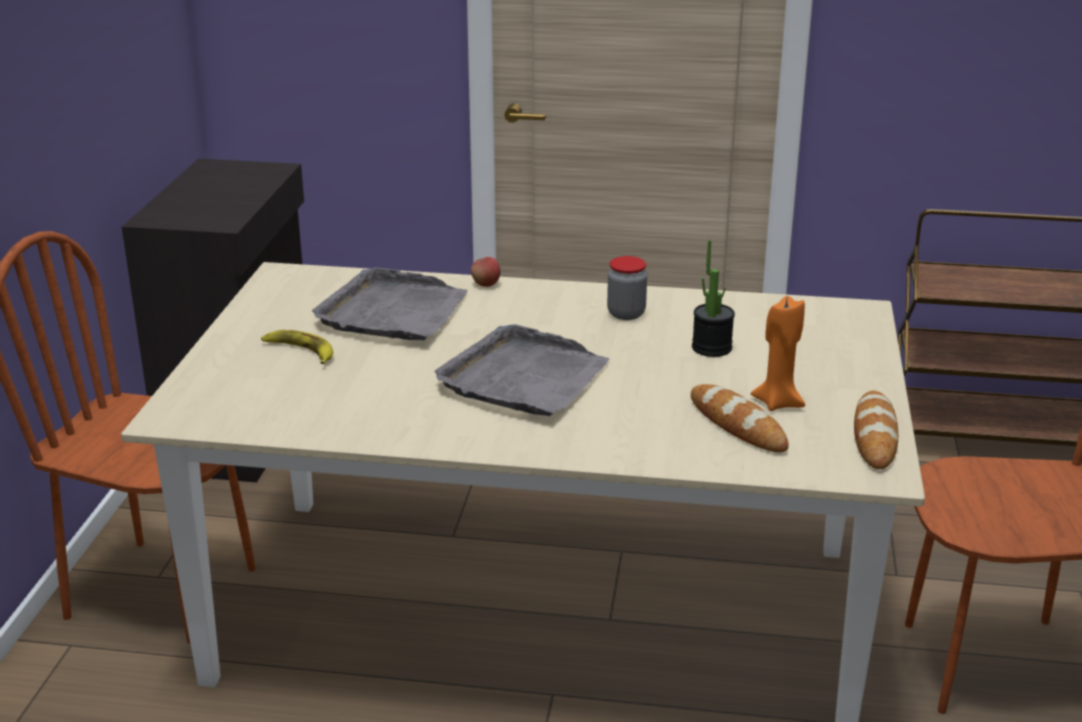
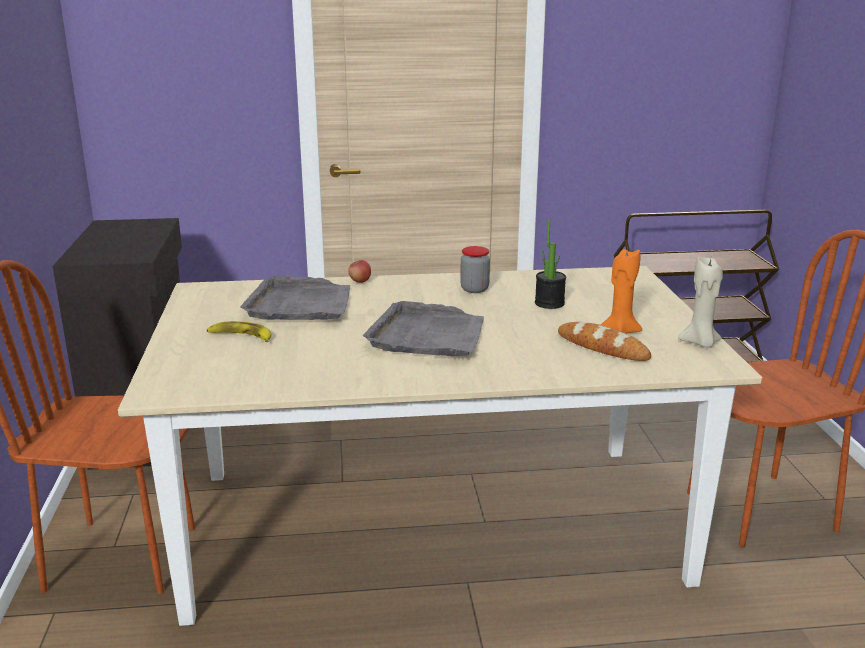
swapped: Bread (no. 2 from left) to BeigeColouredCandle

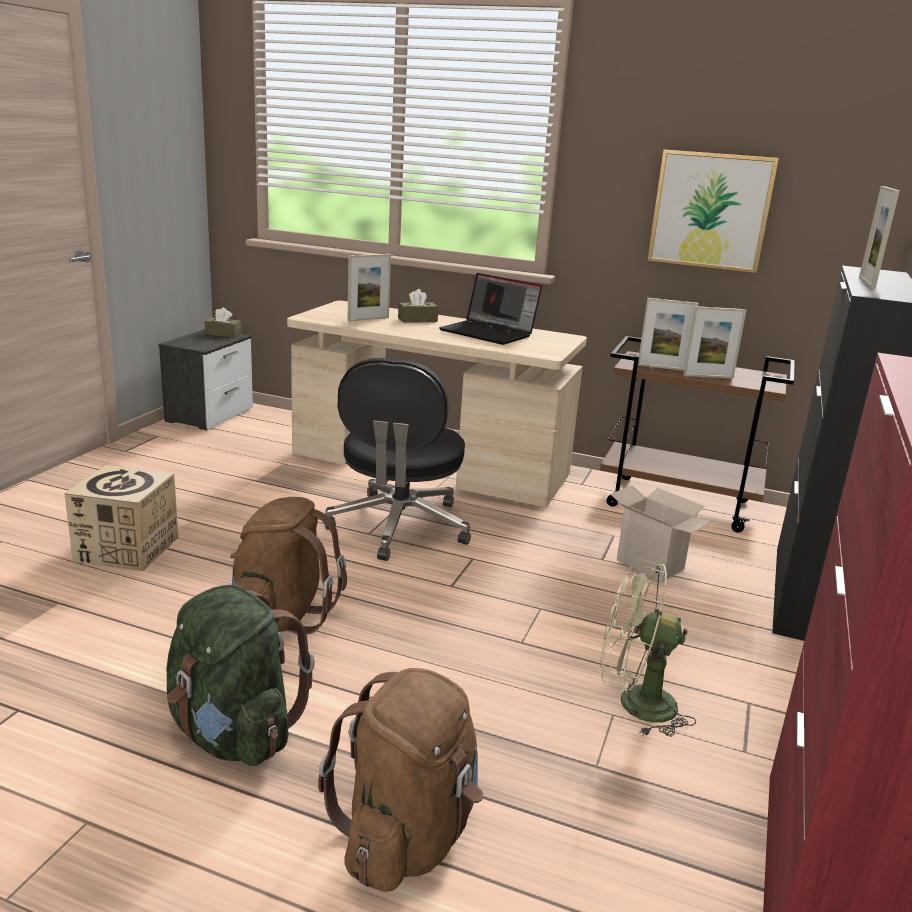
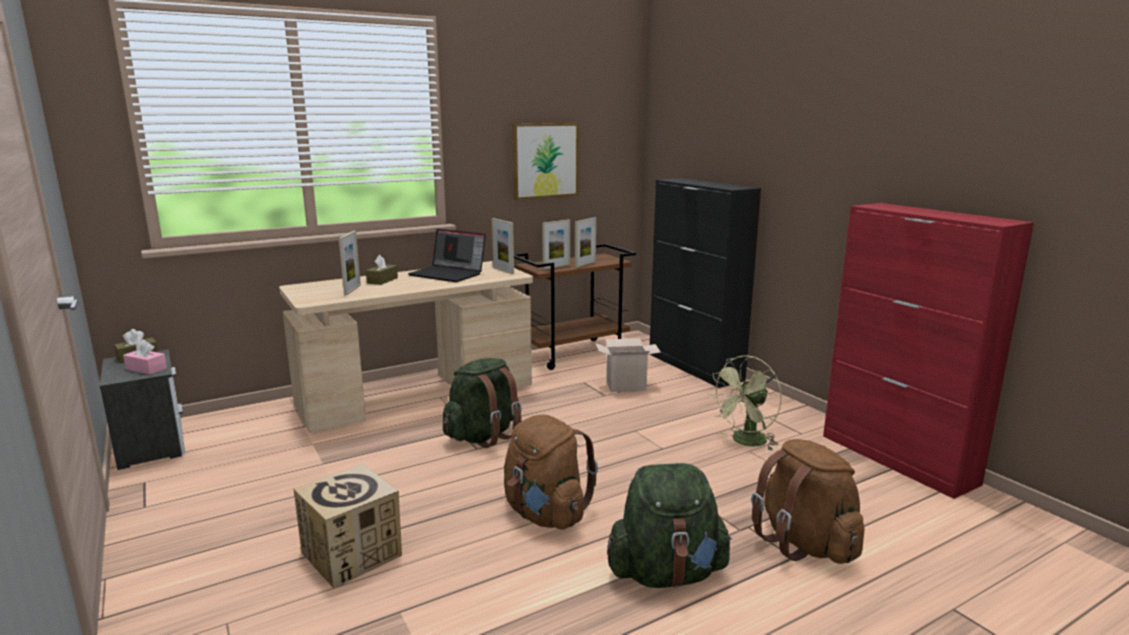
new: PinkColouredBoxOfTissues
shifted: PictureFrame (no. 4 from left in the first image) to PictureFrame (no. 2 from left)
swapped: BlackColouredOfficeChair to GreenKnapsack (no. 1 from left)
rotated: NotebookComputer 45 degrees clockwise

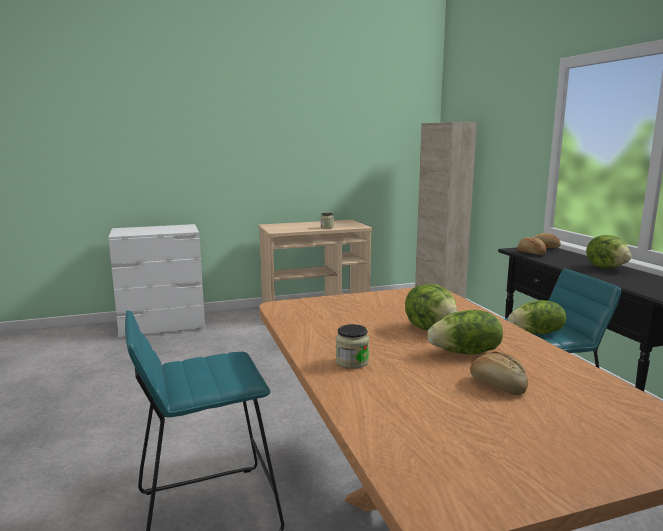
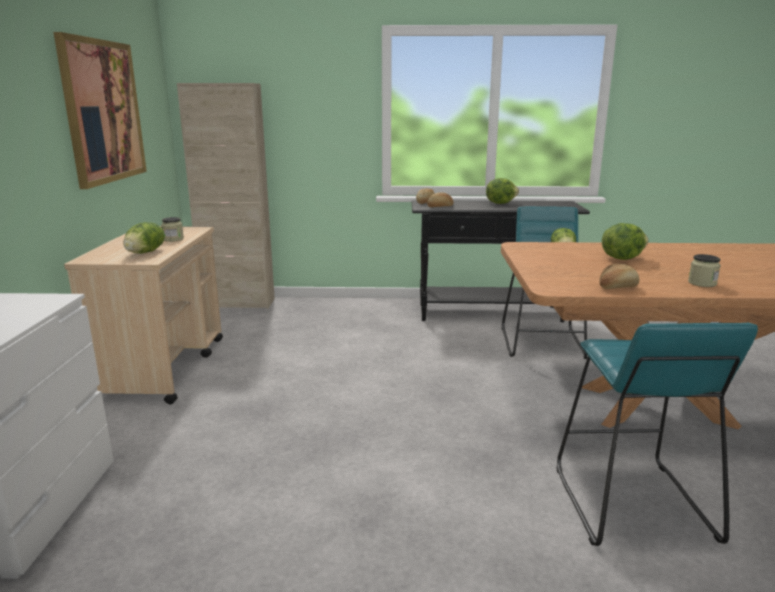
new: WallArt
shifted: LettuceHead (no. 2 from left in the first image) to LettuceHead (no. 1 from left); Bread (no. 1 from left in the first image) to Bread (no. 3 from left)

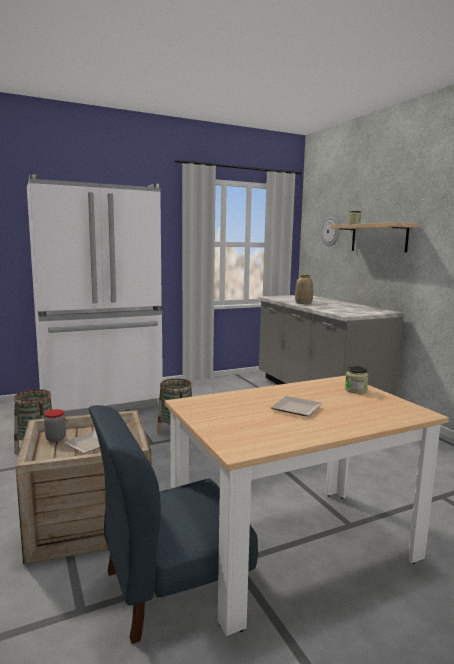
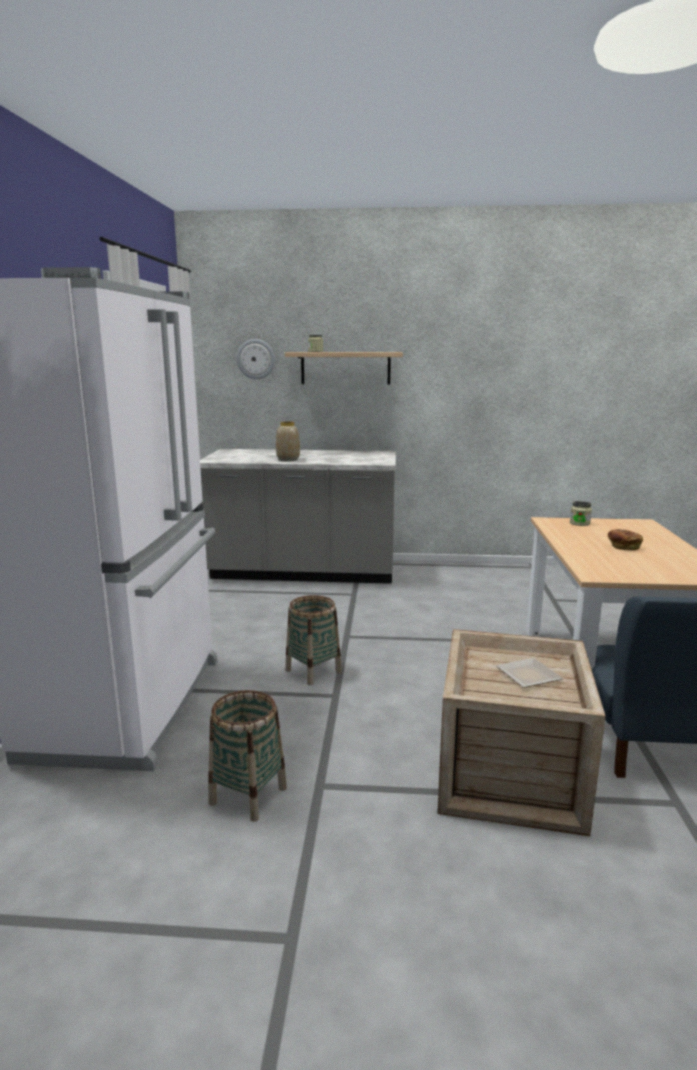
gone: PreserveJar (no. 1 from left)
swapped: DinnerPlate (no. 2 from left) to Bread

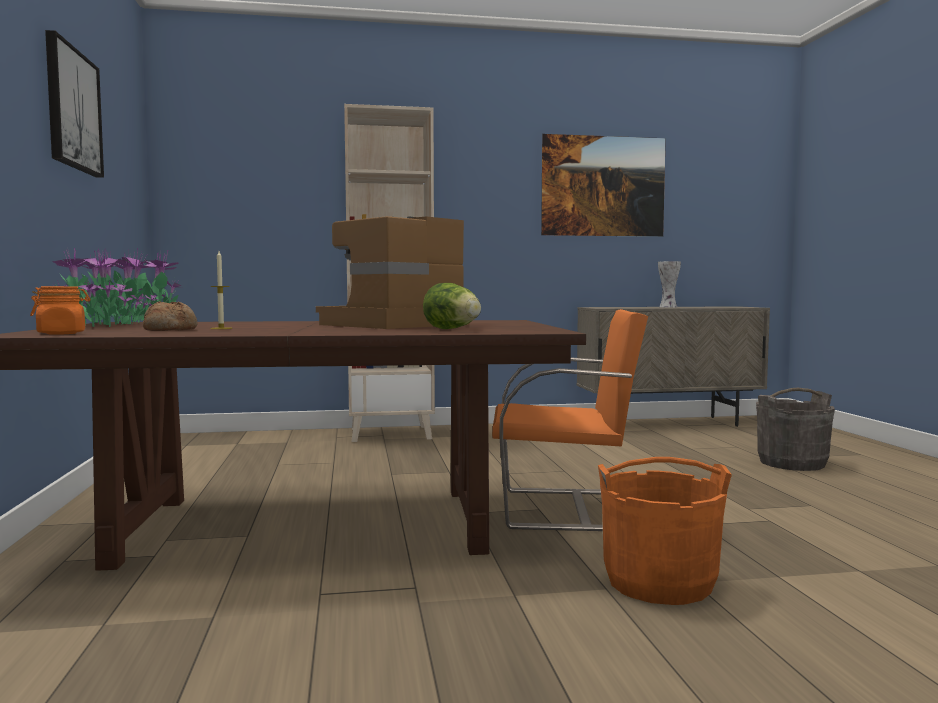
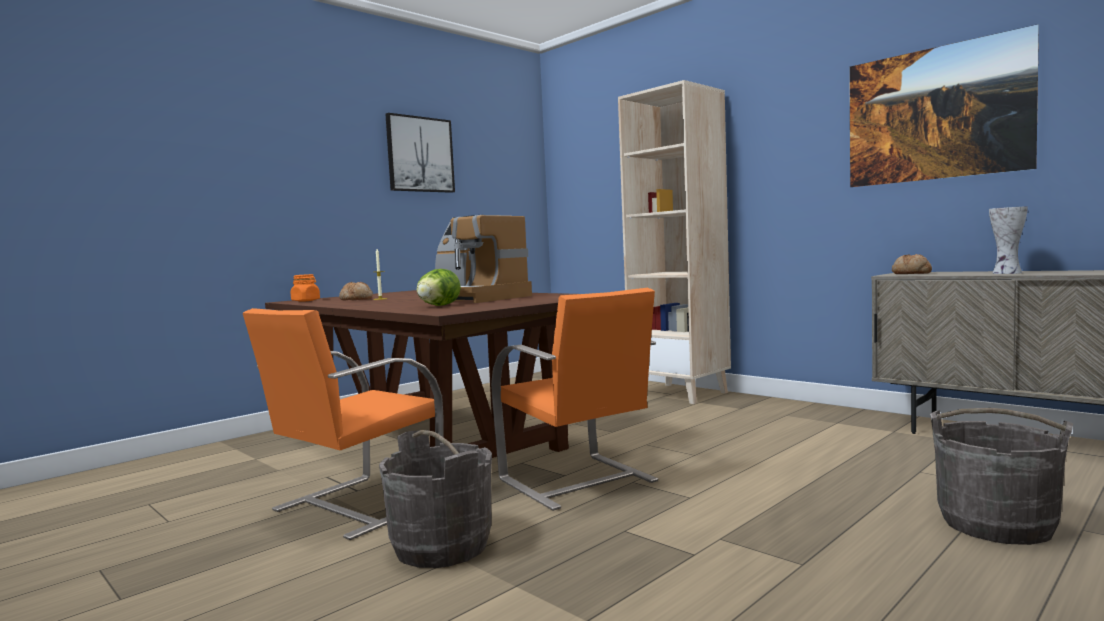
gone: PottedPlant
new: OrangeColouredChair (no. 1 from left); Bread (no. 2 from left)
repainted: OrangeColouredWaterBucket to GreyishWaterBucket (no. 1 from left)
rotated: CoffeeBrewer 150 degrees counterclockwise

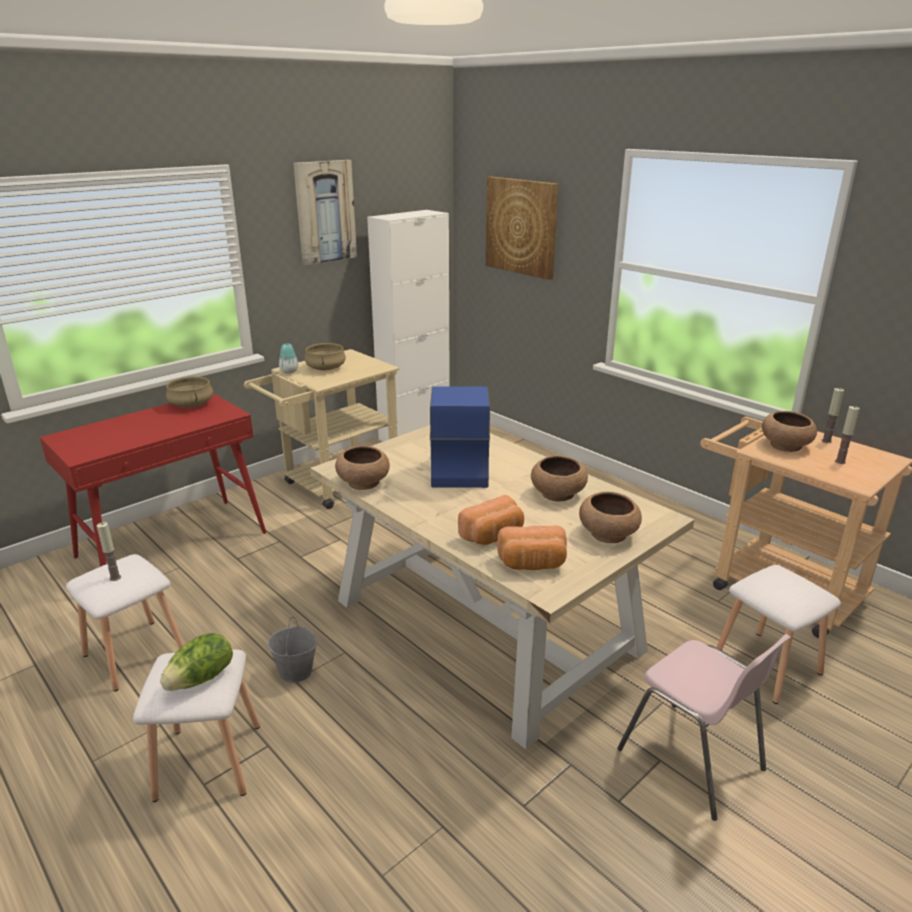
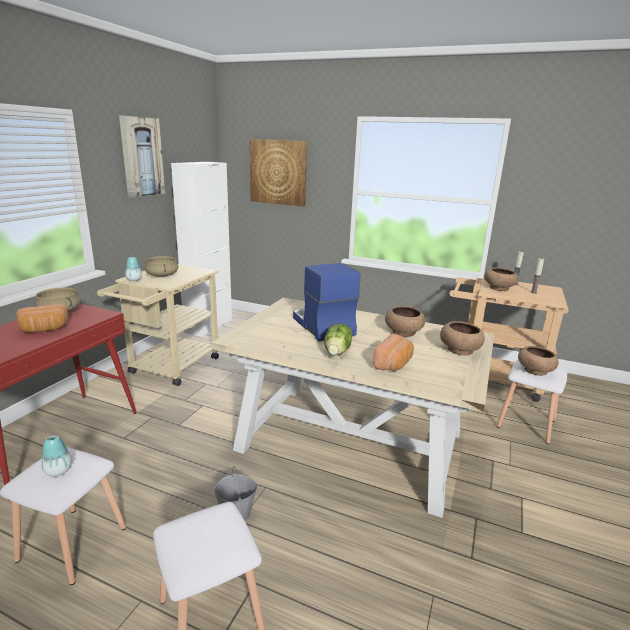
gone: PinkColouredChair
shifted: Bread (no. 2 from left in the first image) to Bread (no. 1 from left); LettuceHead; BrownishServingBowl (no. 1 from left in the first image) to BrownishServingBowl (no. 4 from left)
swapped: Candle (no. 1 from left) to DecorativeVase (no. 1 from left)

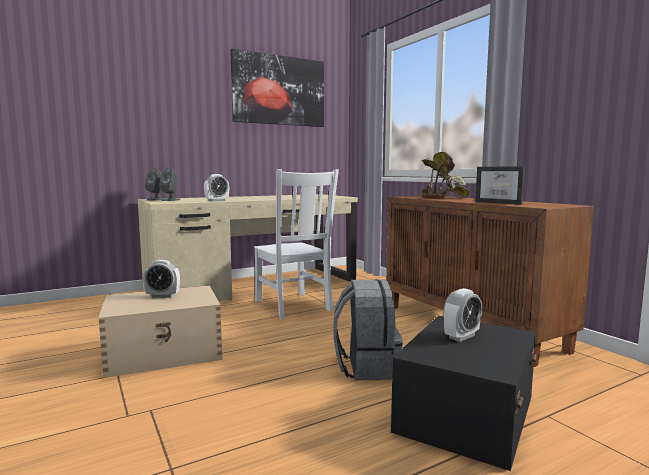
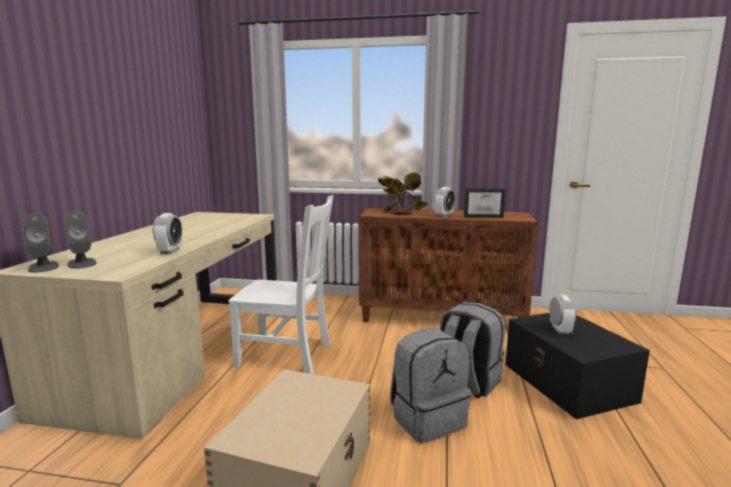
gone: WallArt
new: GreyishKnapsack (no. 1 from left)
shifted: AlarmClock (no. 1 from left in the first image) to AlarmClock (no. 2 from left)

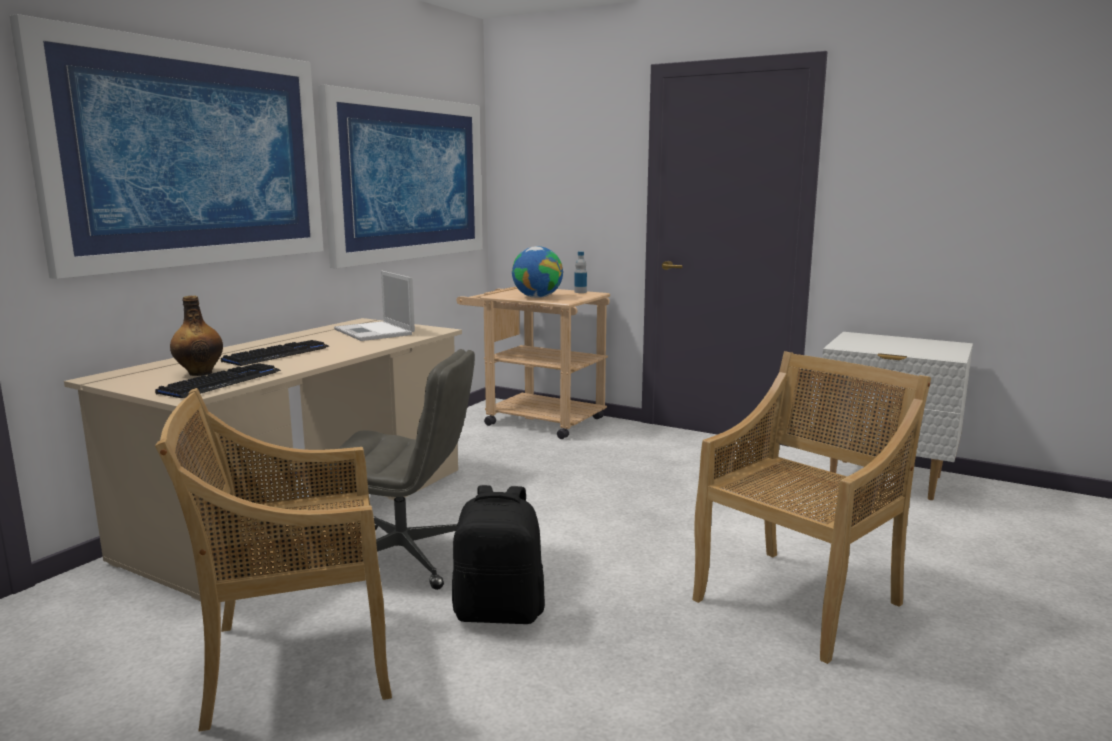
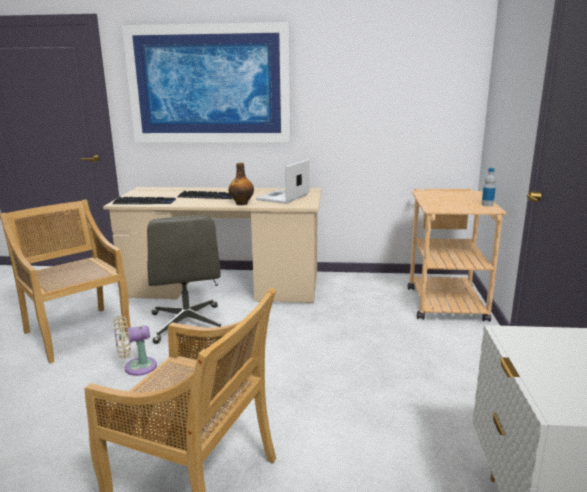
gone: WallArt (no. 2 from left); Globe
shifted: DrinkBottle (no. 1 from left)
swapped: BlackColouredKnapsack to BeigeColouredElectricFan

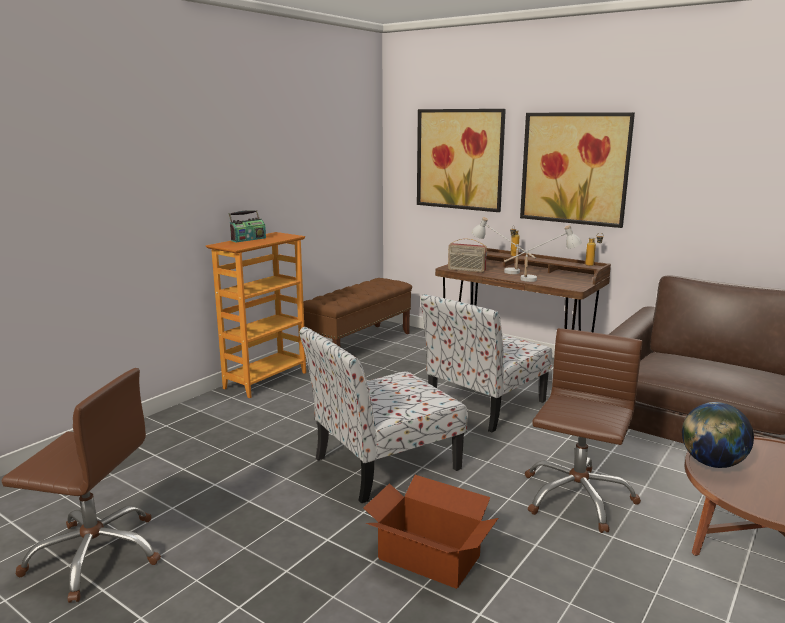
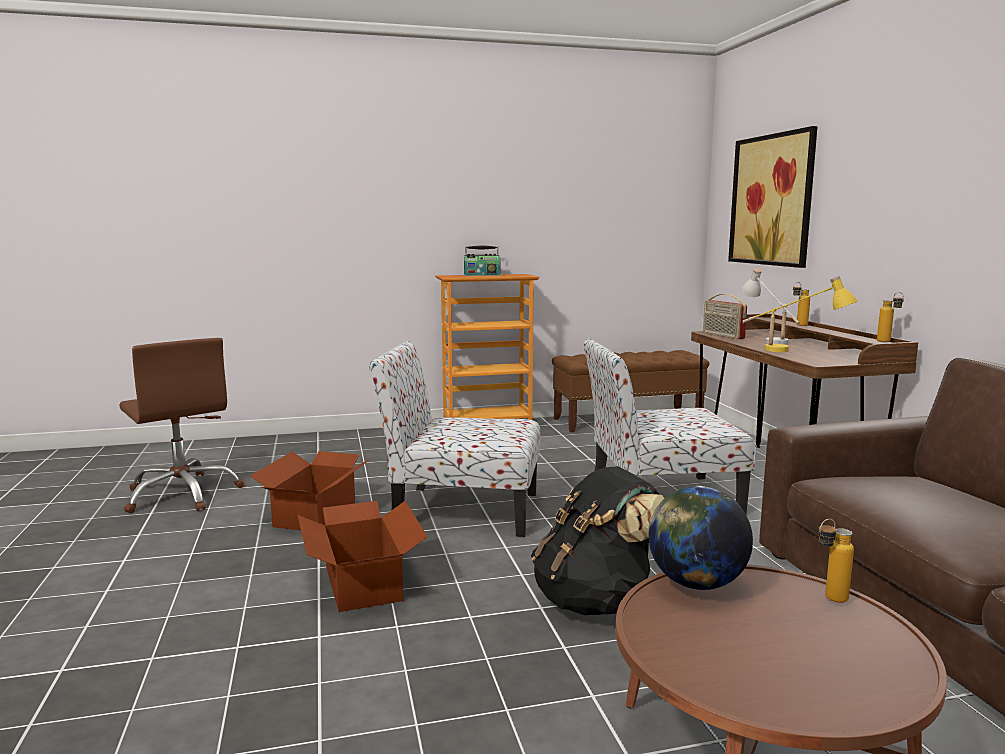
gone: WallArt (no. 2 from left)
new: Carton (no. 1 from left); DrinkBottle (no. 2 from left)
swapped: BrownishOfficeChair (no. 2 from left) to BlackColouredKnapsack
repainted: WhiteColouredTabletopLamp (no. 2 from left) to YellowTabletopLamp

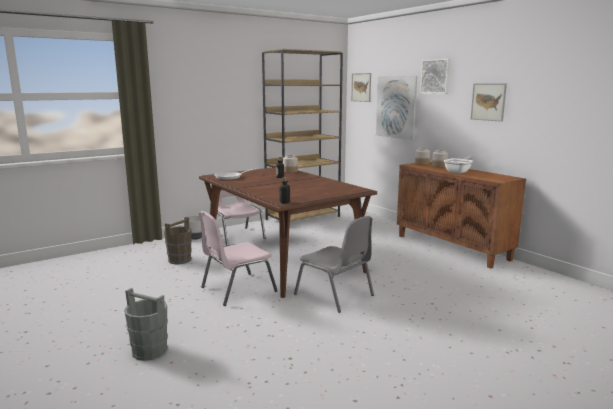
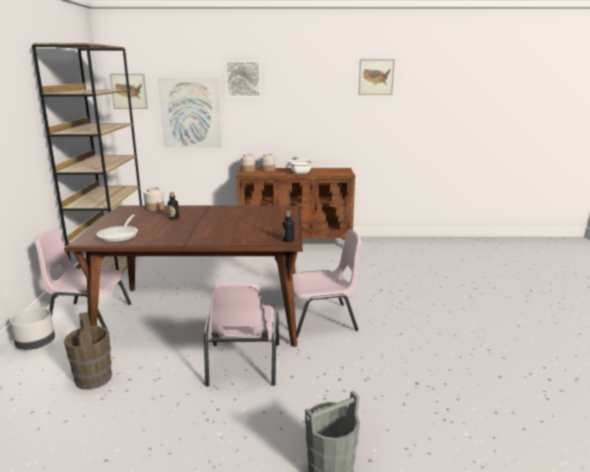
shifted: WallArt (no. 4 from left)
repainted: GreyishChair to PinkColouredChair (no. 3 from left)

